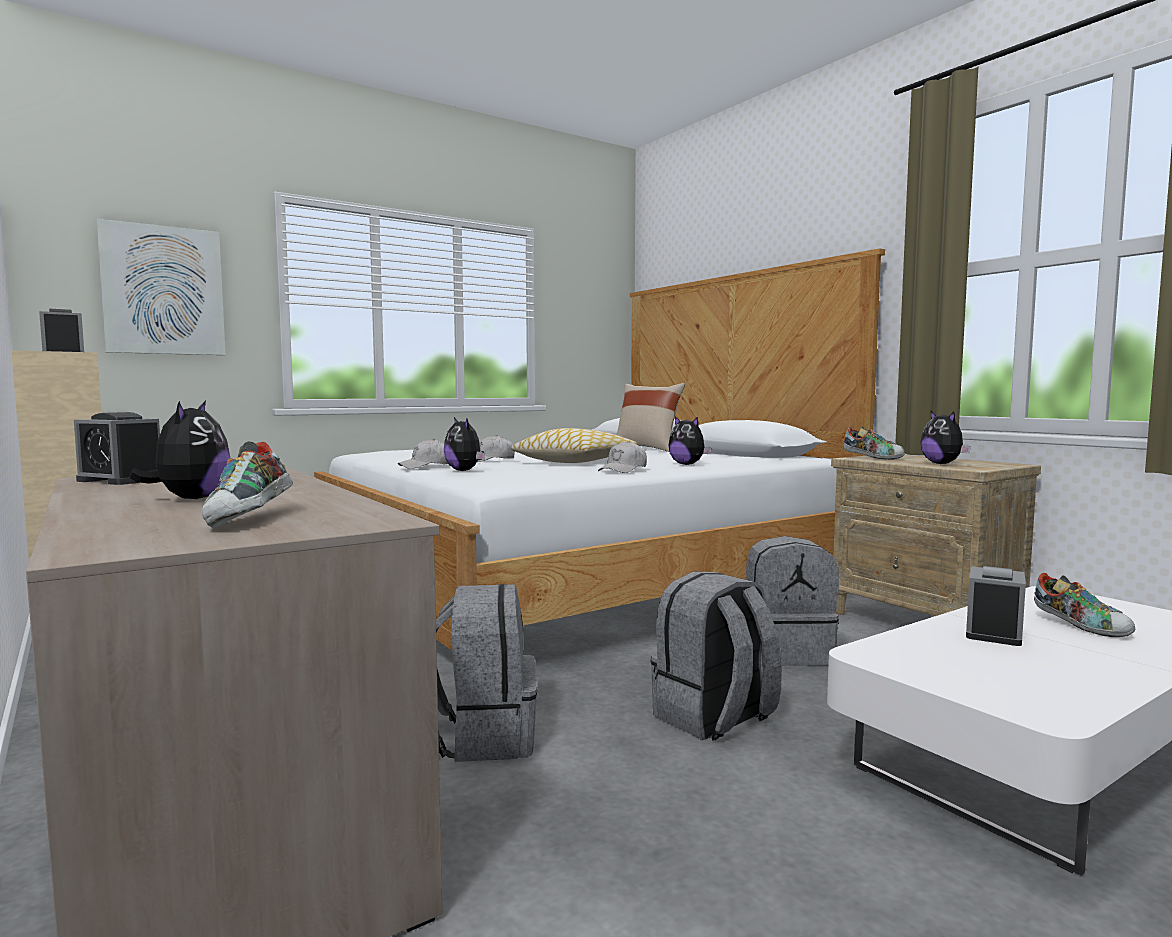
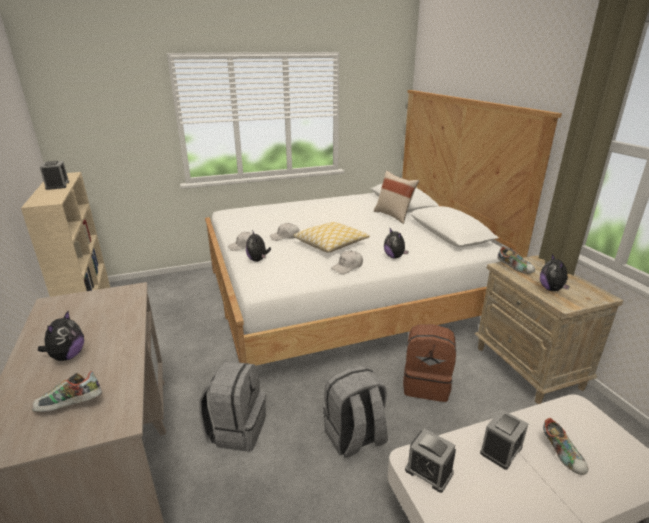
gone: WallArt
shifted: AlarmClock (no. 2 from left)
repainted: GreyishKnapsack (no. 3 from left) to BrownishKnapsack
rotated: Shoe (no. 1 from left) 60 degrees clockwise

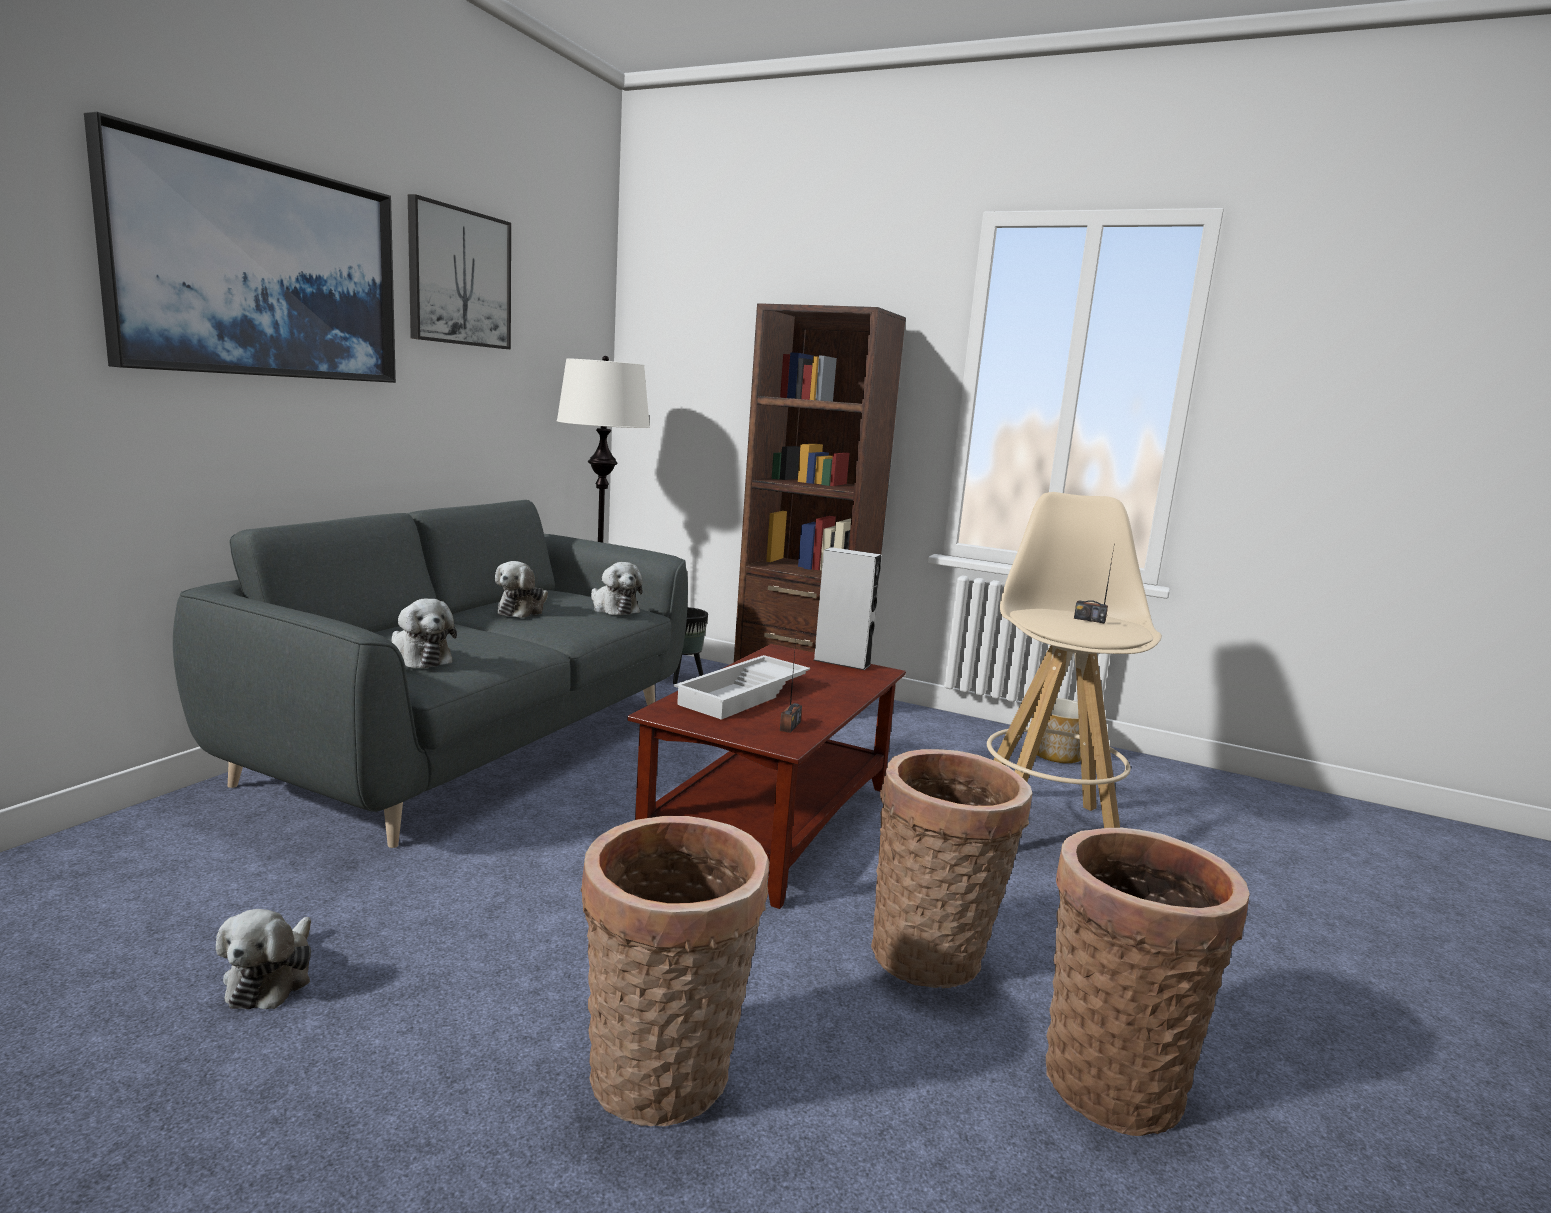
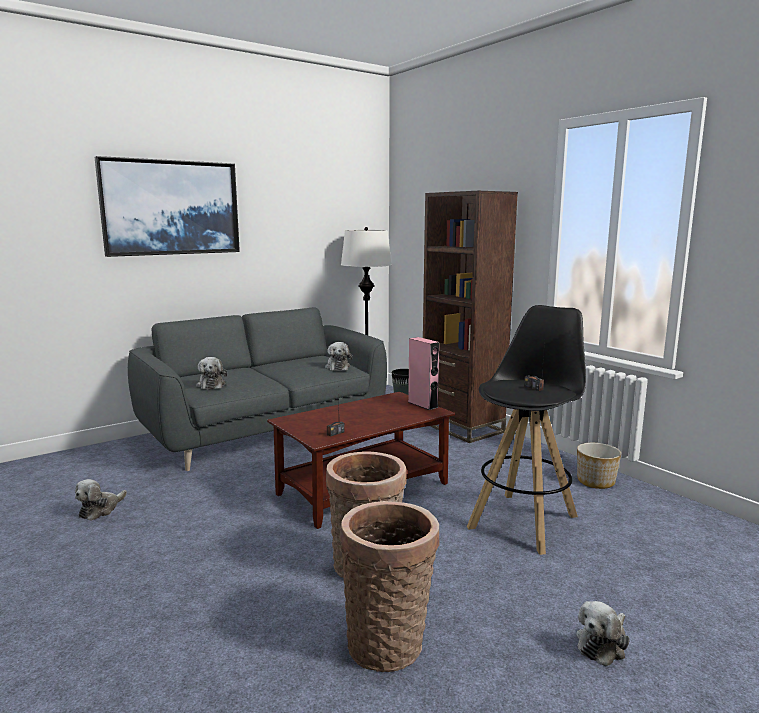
gone: WallArt (no. 2 from left); HouseholdBasket (no. 1 from left); WhiteColouredTray
shifted: PlushToy (no. 3 from left in the first image) to PlushToy (no. 4 from left)
repainted: GreyishSpeaker to PinkColouredSpeaker; BeigeColouredStool to BlackColouredStool

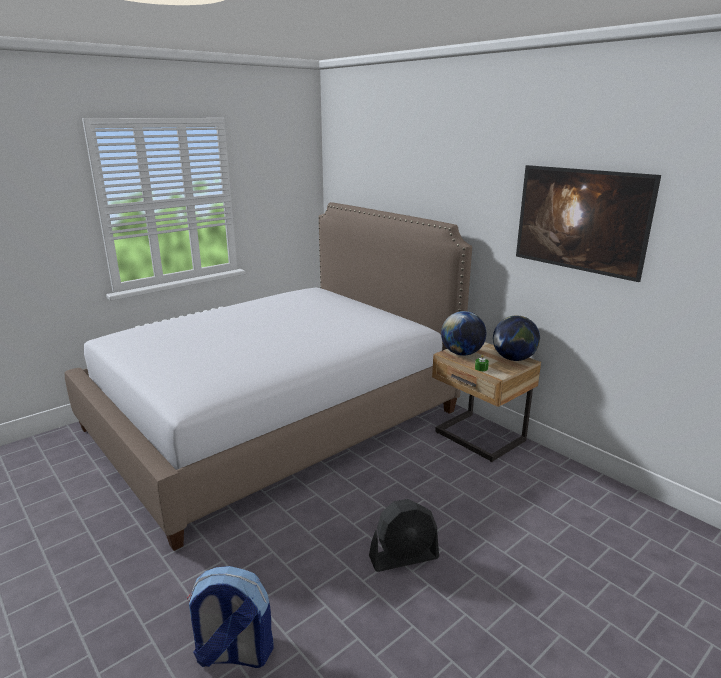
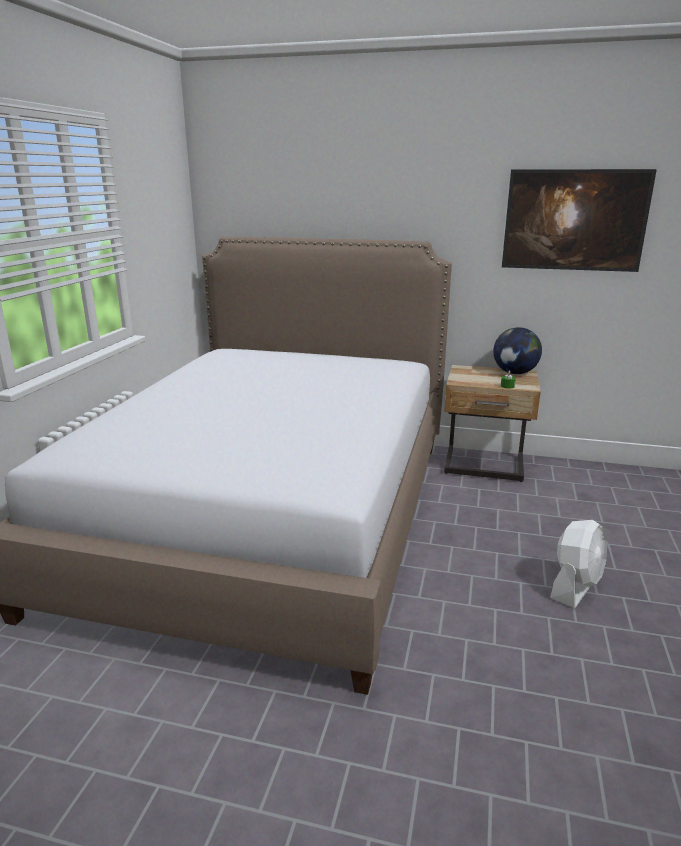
gone: Knapsack; Globe (no. 1 from left)
repainted: BlackColouredElectricFan to WhiteColouredElectricFan

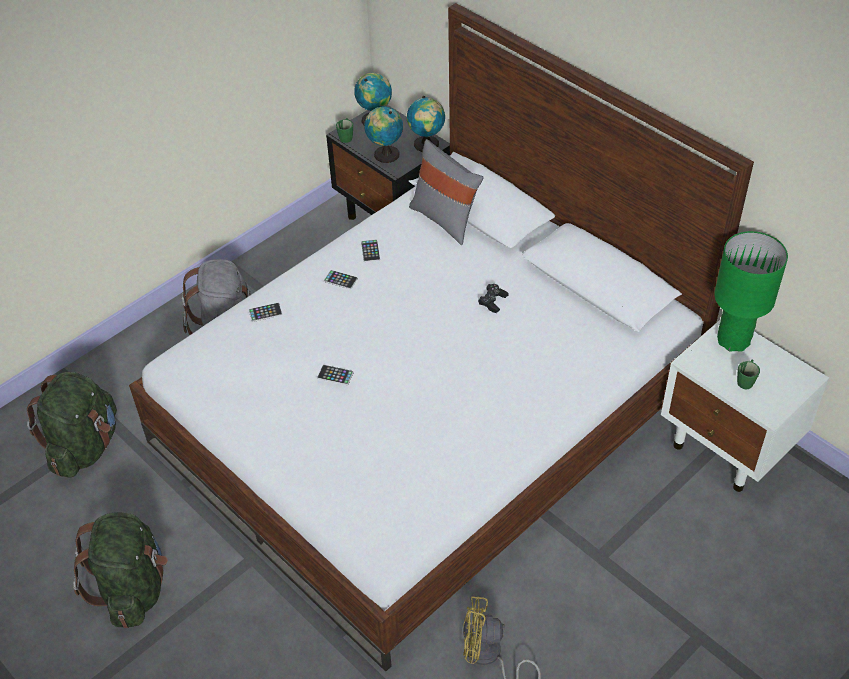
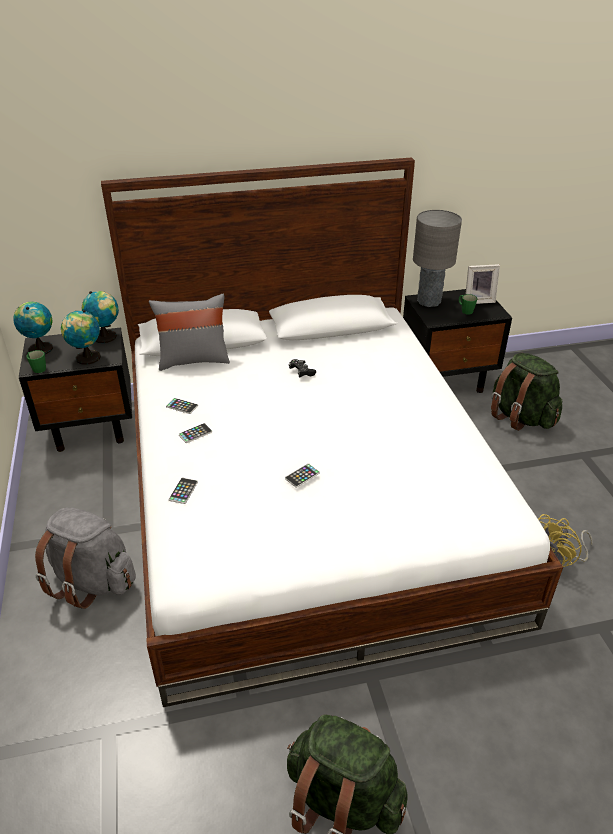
new: PictureFrame
shifted: GreenKnapsack (no. 1 from left in the first image) to GreenKnapsack (no. 2 from left)
repainted: WhiteColouredNightTable to BlackColouredNightTable (no. 2 from left); GreenTabletopLamp to GreyishTabletopLamp

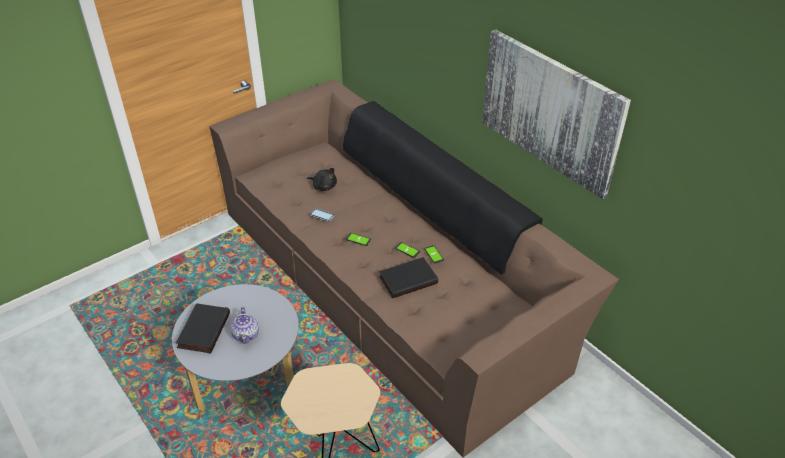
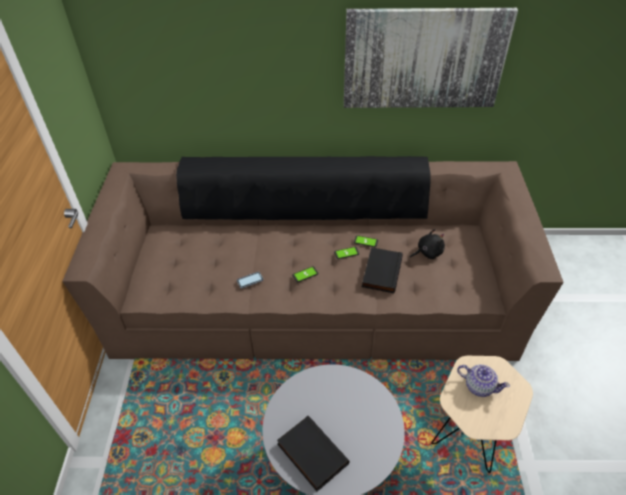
shifted: BlackColouredPlushToy; PotForTea

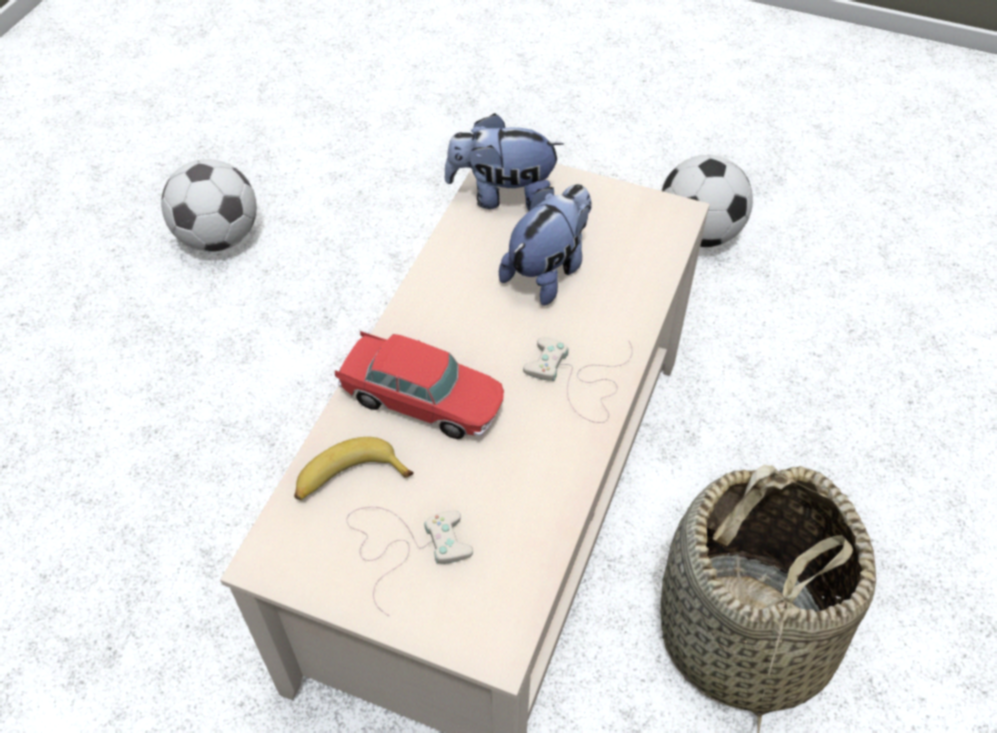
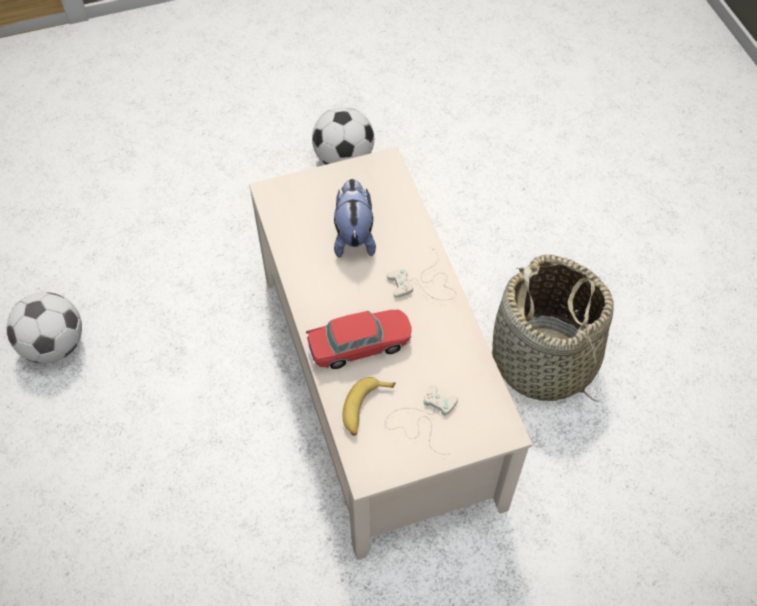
gone: PlushToy (no. 1 from left)

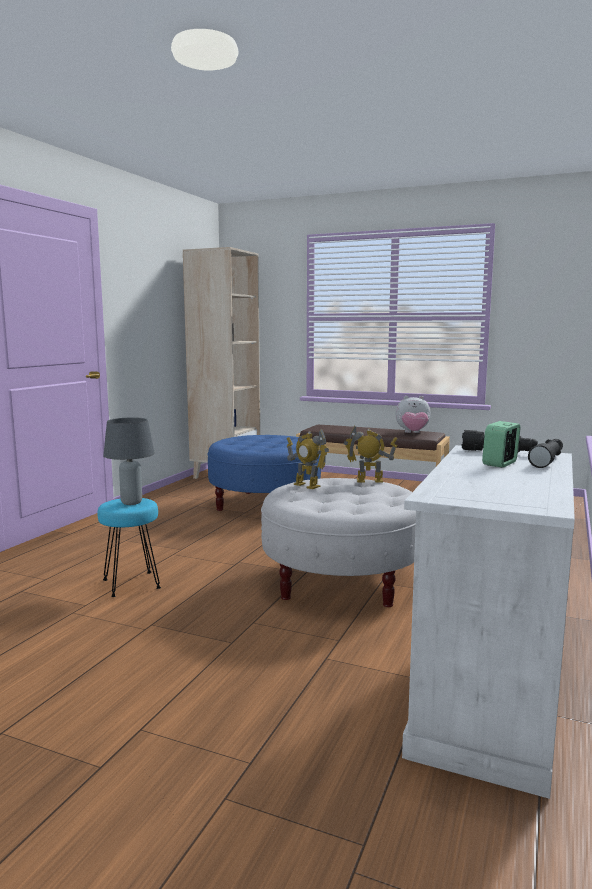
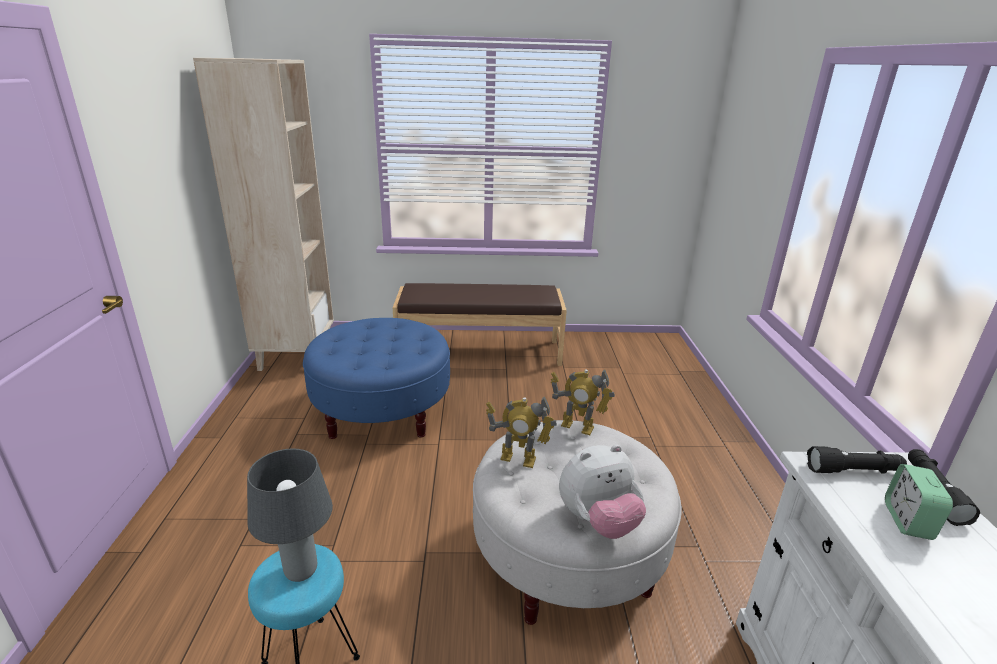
shifted: PlushToy
rotated: ToyRobot (no. 2 from left) 135 degrees counterclockwise

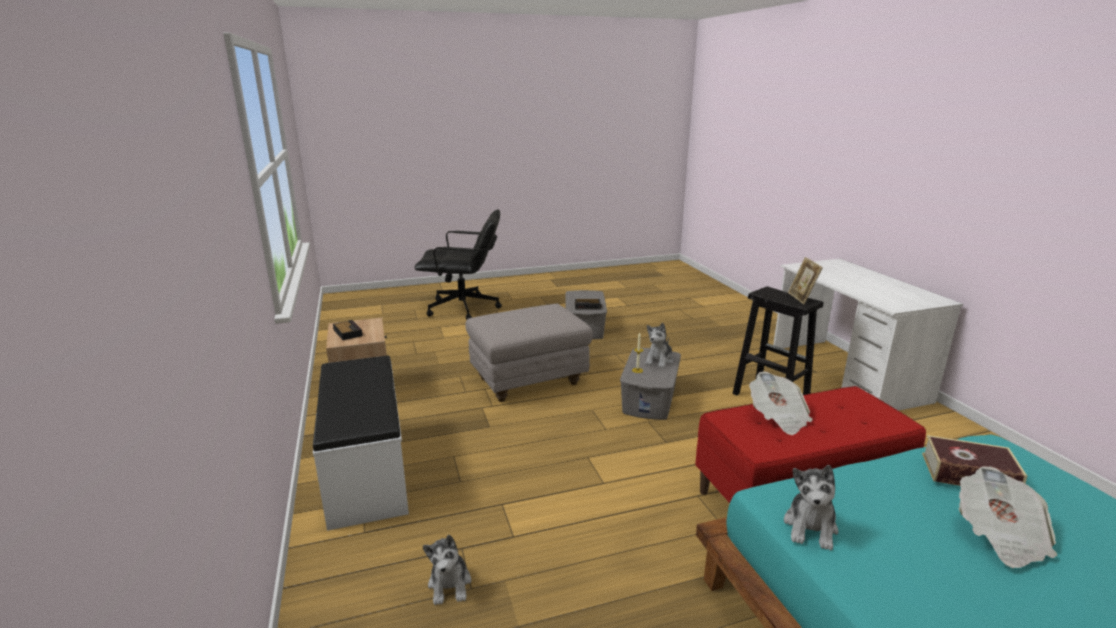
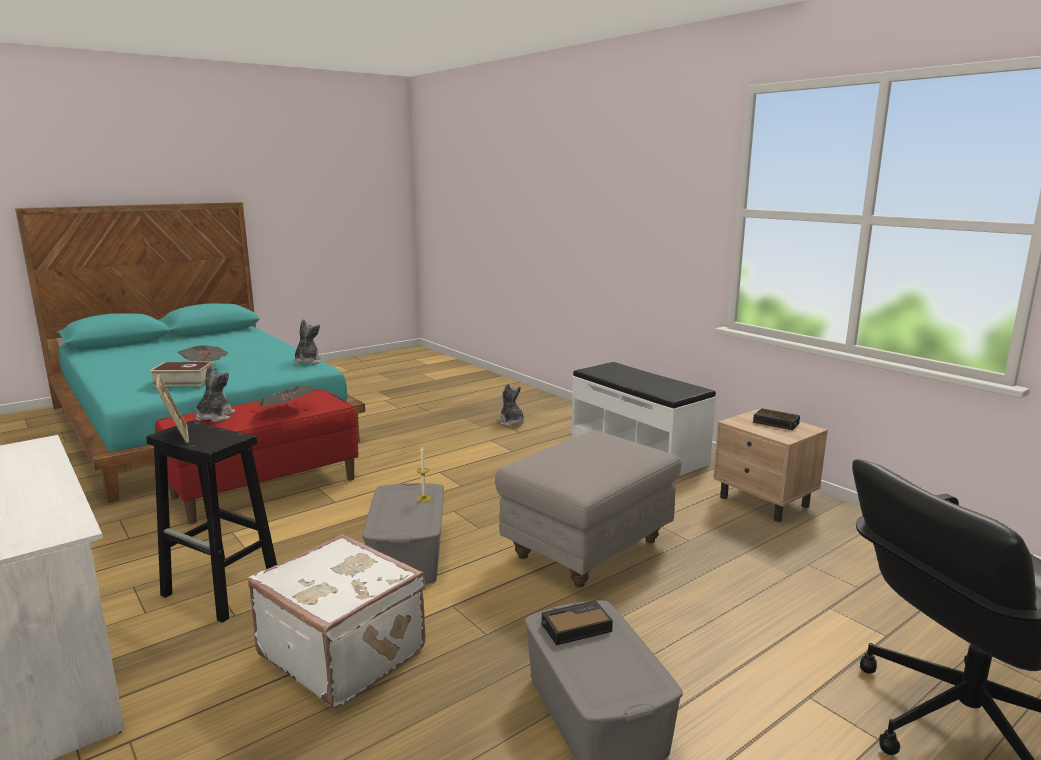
new: WhiteColouredPieceOfLuggage
shifted: PlushToy (no. 2 from left in the first image) to PlushToy (no. 1 from left)

